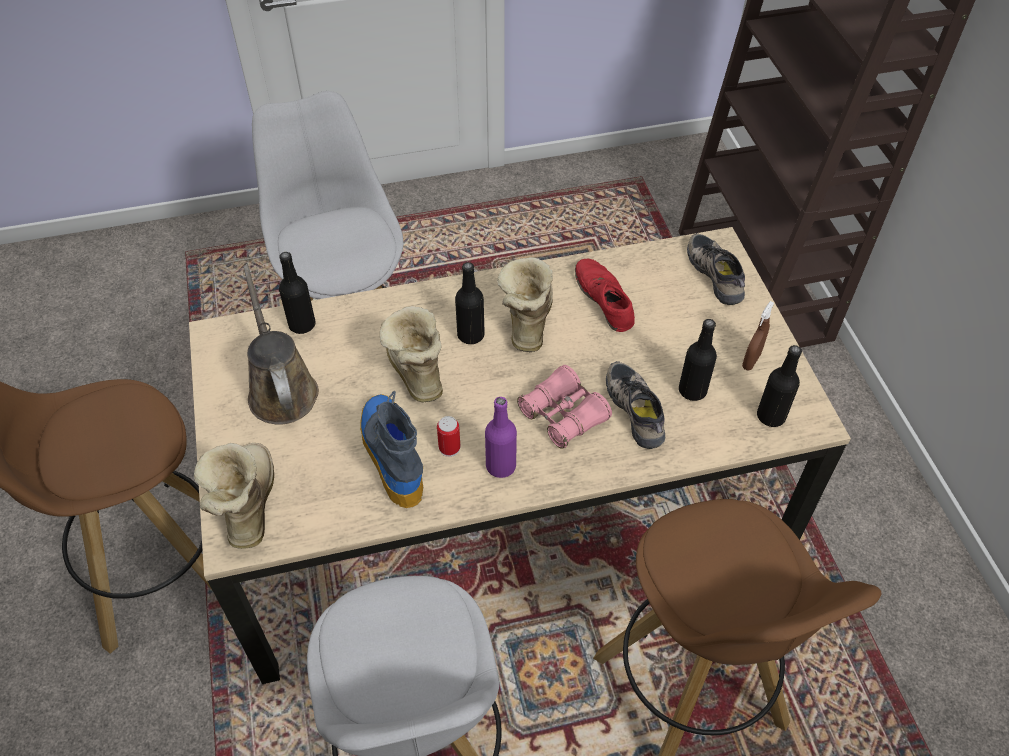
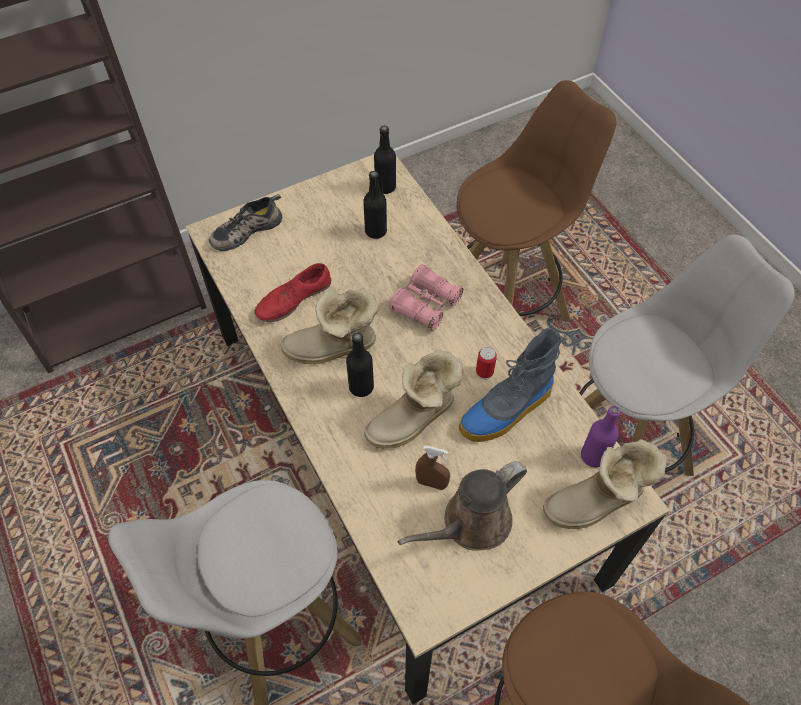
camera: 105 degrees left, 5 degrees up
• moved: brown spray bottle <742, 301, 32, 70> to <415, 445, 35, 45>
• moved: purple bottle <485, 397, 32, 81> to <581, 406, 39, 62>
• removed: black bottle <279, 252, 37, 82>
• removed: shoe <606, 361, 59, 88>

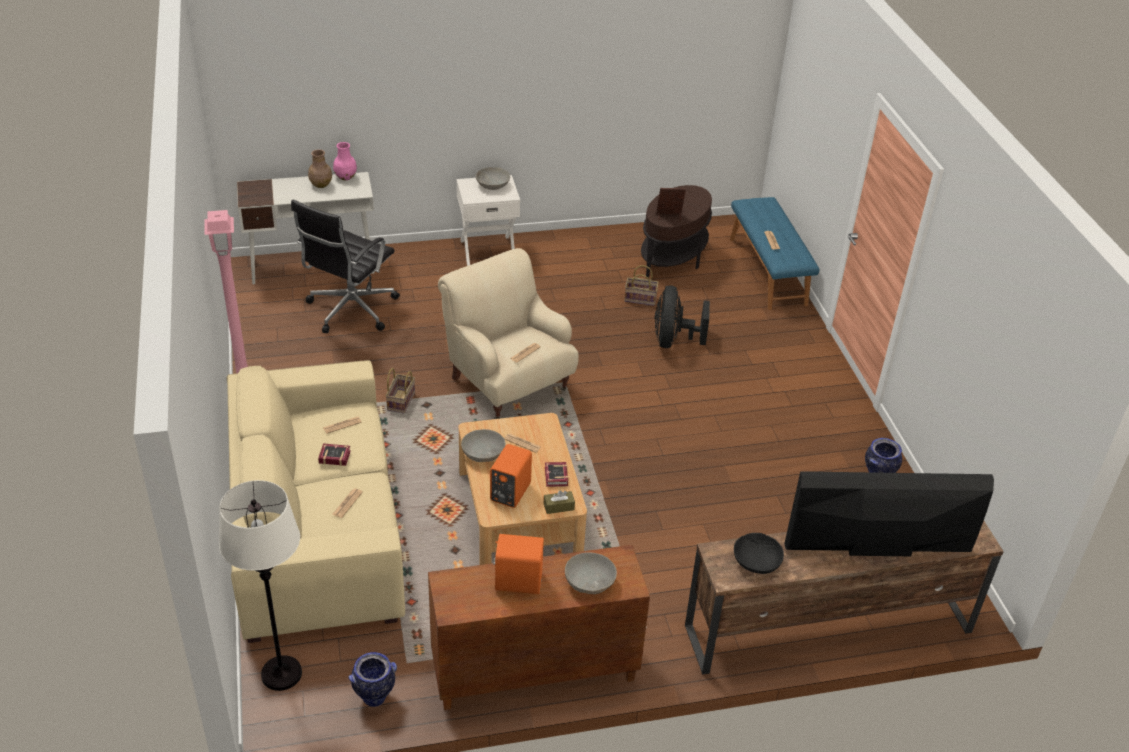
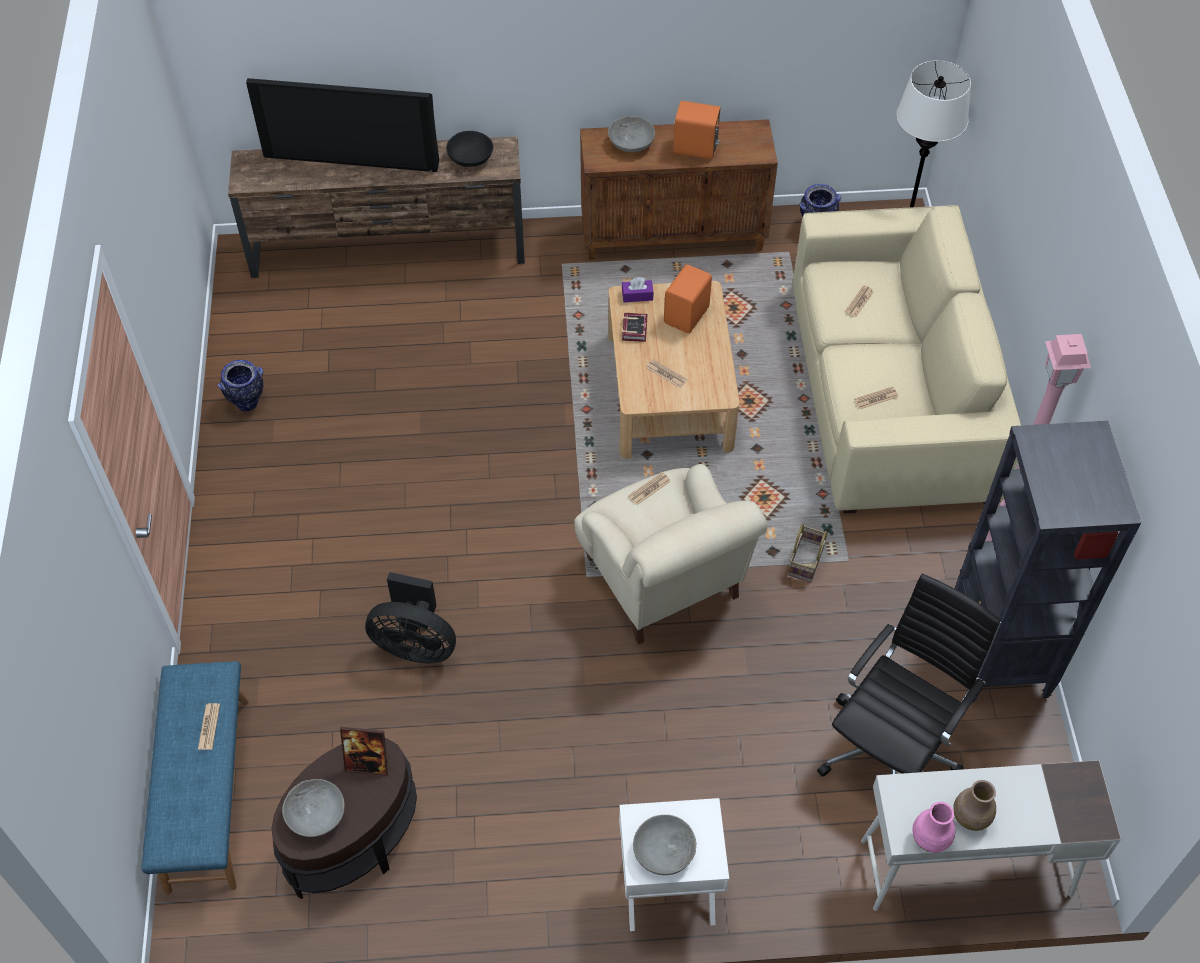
camera: 170 degrees left, 15 degrees up
• moved: grey bowl <461, 429, 45, 33> to <282, 779, 63, 58>
• turned: black fan <655, 286, 55, 62> = <365, 572, 91, 91> 90 degrees clockwise
• recoloured: brown tissue box <544, 490, 31, 24> to purple tissue box <622, 277, 32, 25>
• added: black bookcase <954, 421, 187, 282>
• removed: book <318, 443, 33, 23>
• removed: basket <624, 265, 35, 41>

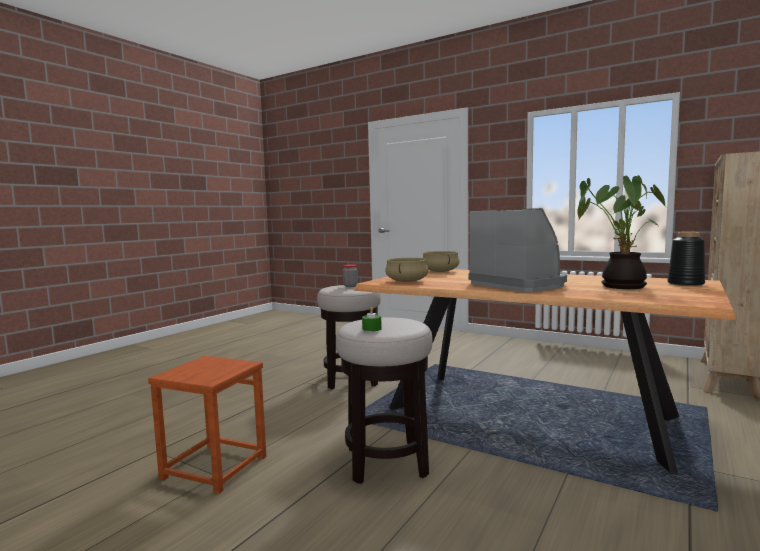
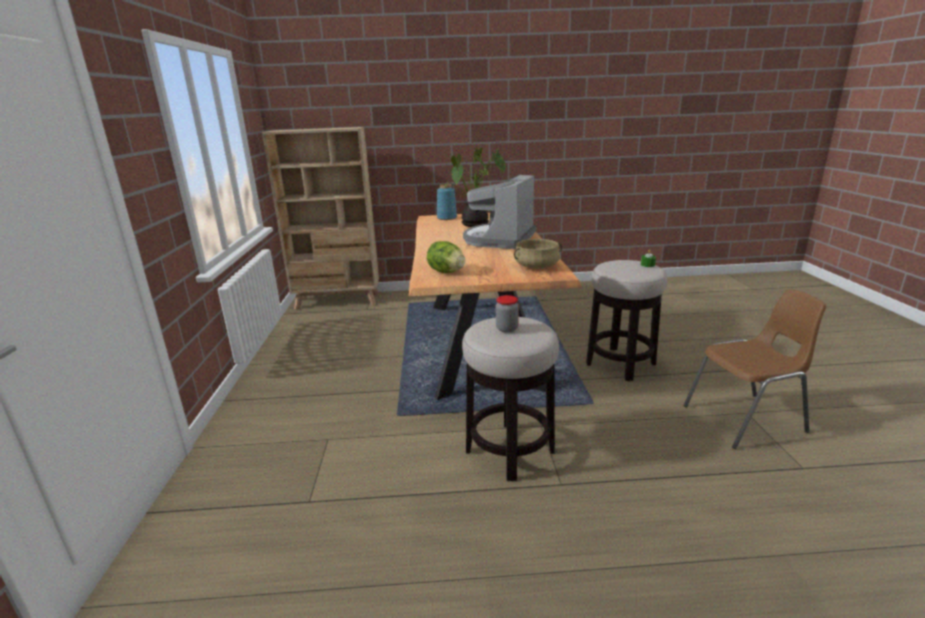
camera: 125 degrees left, 15 degrees up
• replaced: beige cooking pot <423, 251, 37, 21> to lettuce <427, 241, 38, 32>
• recoloured: black vase <667, 232, 38, 54> to blue vase <437, 184, 20, 36>
• replaced: brown stool <148, 356, 118, 138> to brown chair <683, 289, 144, 160>

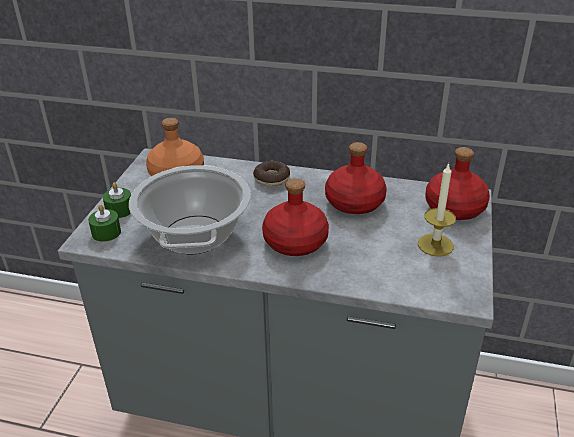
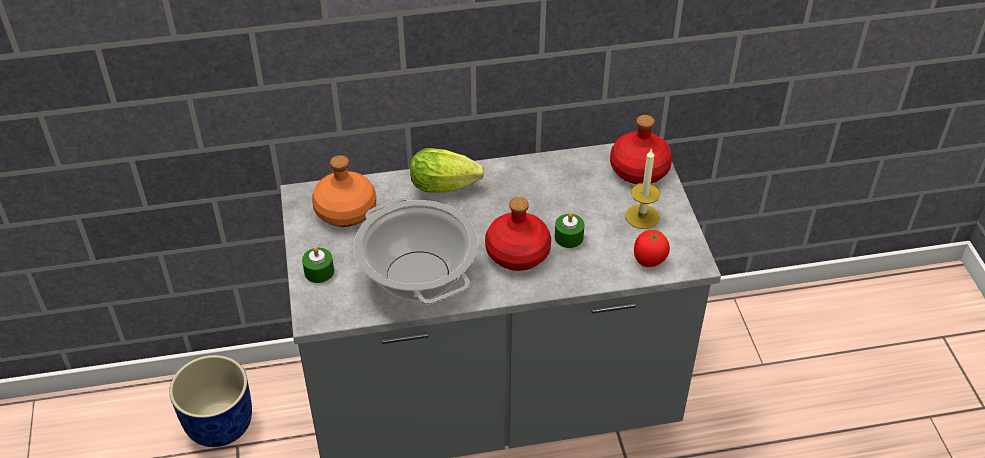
camera: 25 degrees left, 10 degrees up
• added: blue planter <169, 355, 83, 92>
• replaced: donut <253, 161, 37, 26> to lettuce <410, 148, 75, 45>
• moved: green candle <88, 204, 33, 38> to <555, 213, 29, 35>
• added: tomato <634, 230, 36, 37>
• removed: red bottle <325, 142, 62, 72>

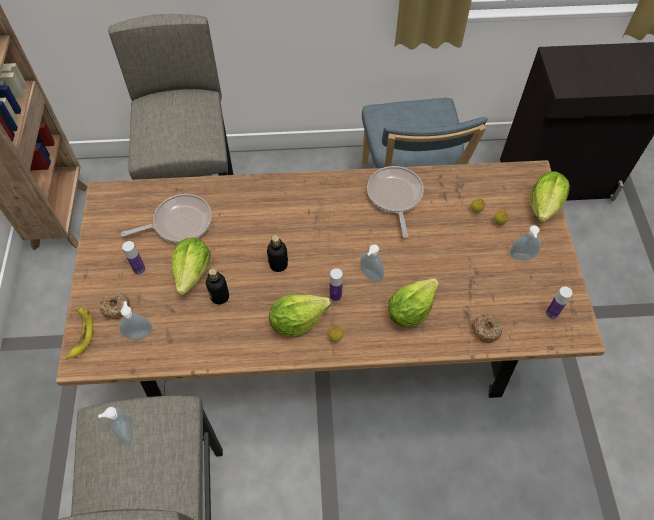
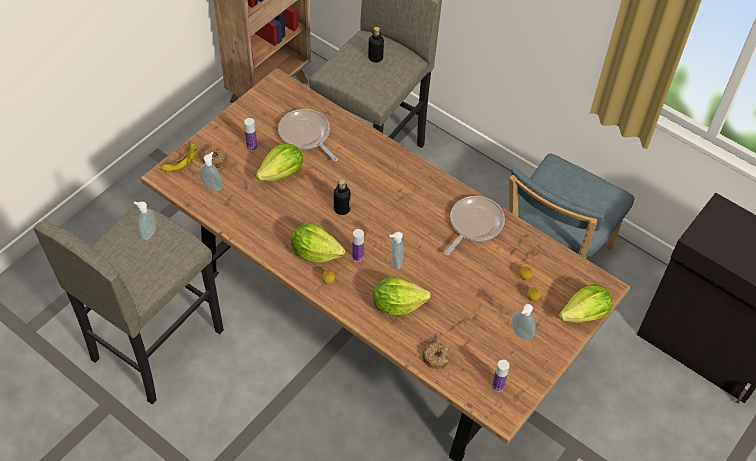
camera: 40 degrees right, 5 degrees down
• turned: frying pan <121, 194, 91, 49> = <278, 109, 60, 52> 150 degrees counterclockwise
• moved: bottle <206, 268, 23, 36> to <368, 27, 16, 36>

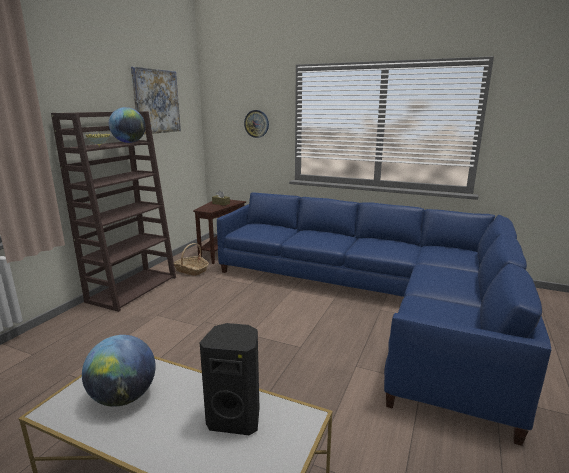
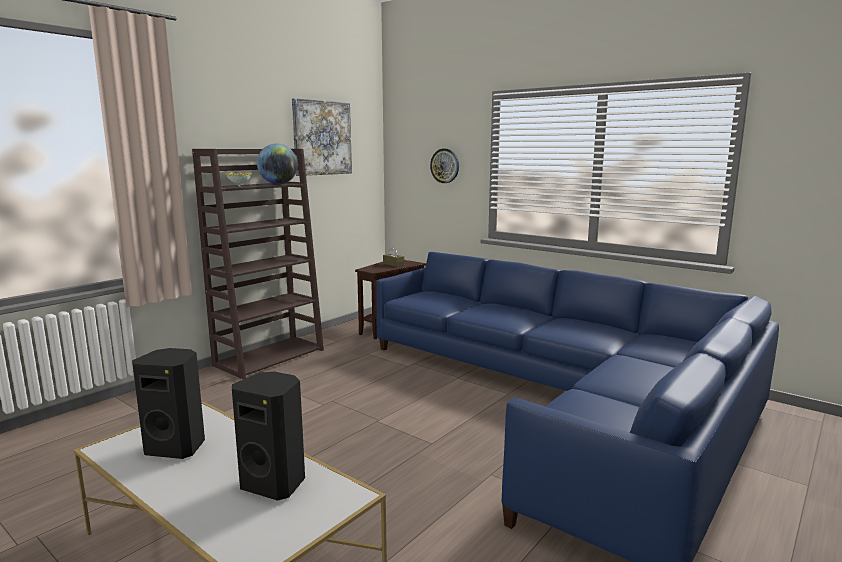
camera: 15 degrees right, 5 degrees down
• replaced: globe <82, 335, 74, 72> to black speaker <132, 348, 73, 111>
• removed: basket <174, 243, 35, 33>

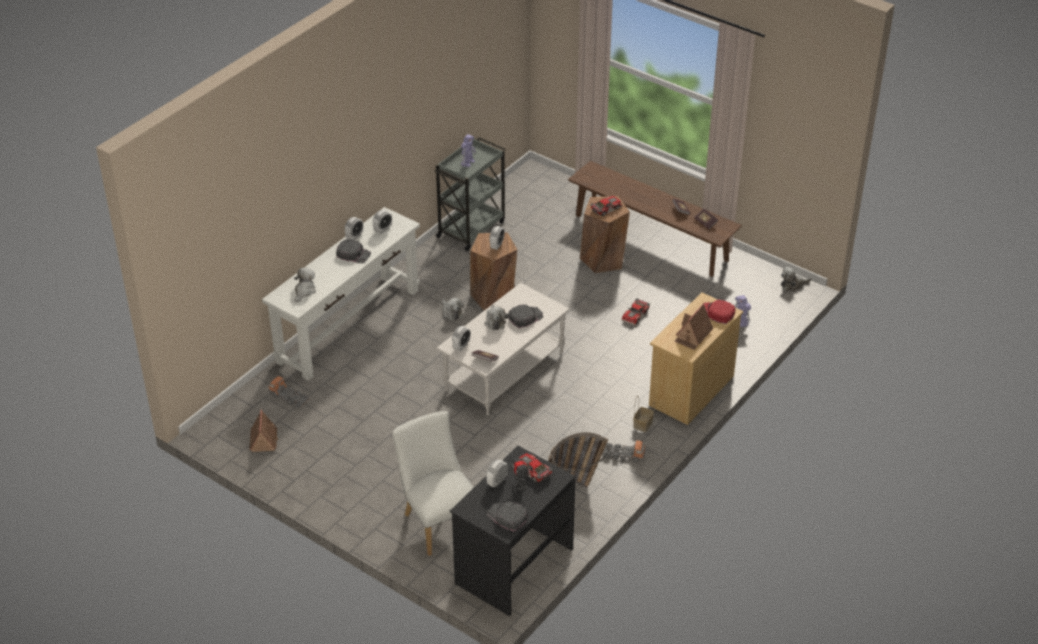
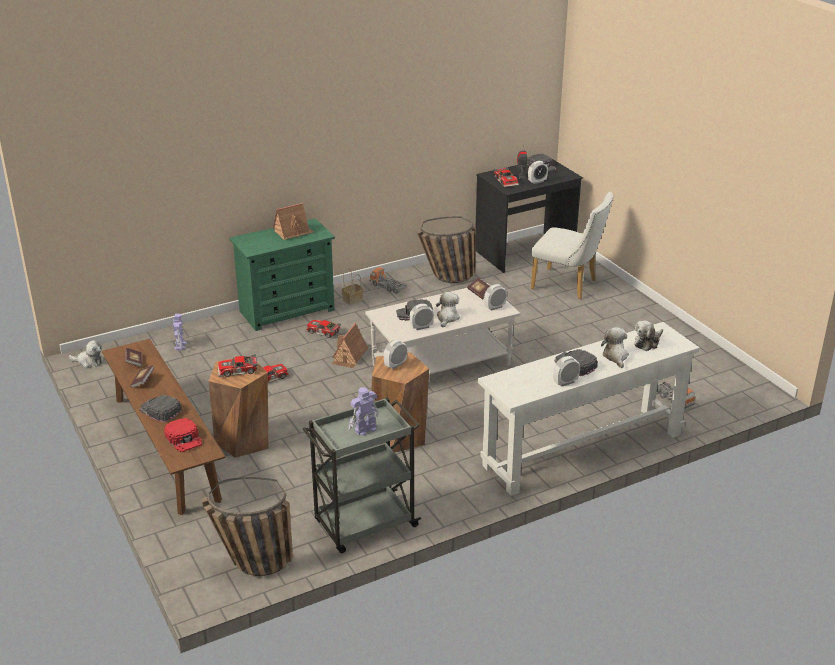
camera: 155 degrees left, 10 degrees down
• added: black cap <140, 395, 42, 27>
• moved: red cap <704, 300, 31, 24> to <164, 418, 38, 34>
• added: basket <202, 477, 91, 99>
• recoloured: beige dresser <649, 292, 94, 133> to green dresser <229, 218, 106, 113>
• added: toy car <305, 320, 36, 18>
• moved: toy house <249, 410, 29, 42> to <332, 323, 36, 45>
• moved: alarm clock <373, 210, 19, 24> to <410, 304, 24, 26>
• turned: white chair <392, 411, 82, 145> = <531, 192, 82, 107> 60 degrees counterclockwise
• moved: plush toy <442, 298, 22, 23> to <601, 327, 28, 41>

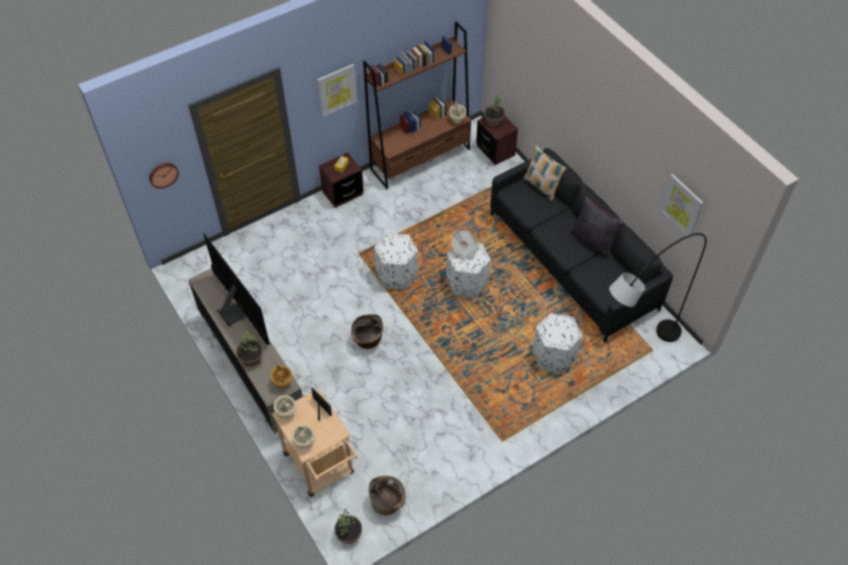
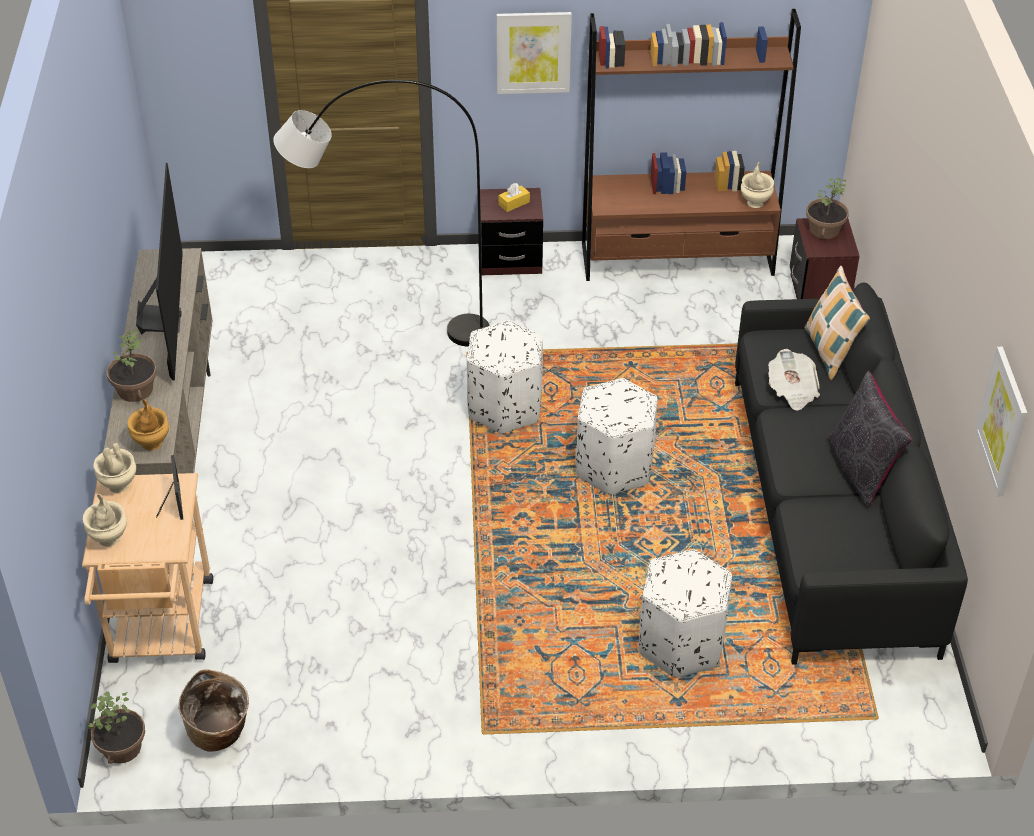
camera: 30 degrees right, 10 degrees down
• moved: grey floor lamp <609, 233, 98, 109> to <273, 80, 216, 266>
• moved: newspaper <451, 230, 28, 30> to <768, 349, 52, 62>
• removed: wall clock <149, 163, 30, 25>
• removed: basket <351, 314, 32, 35>

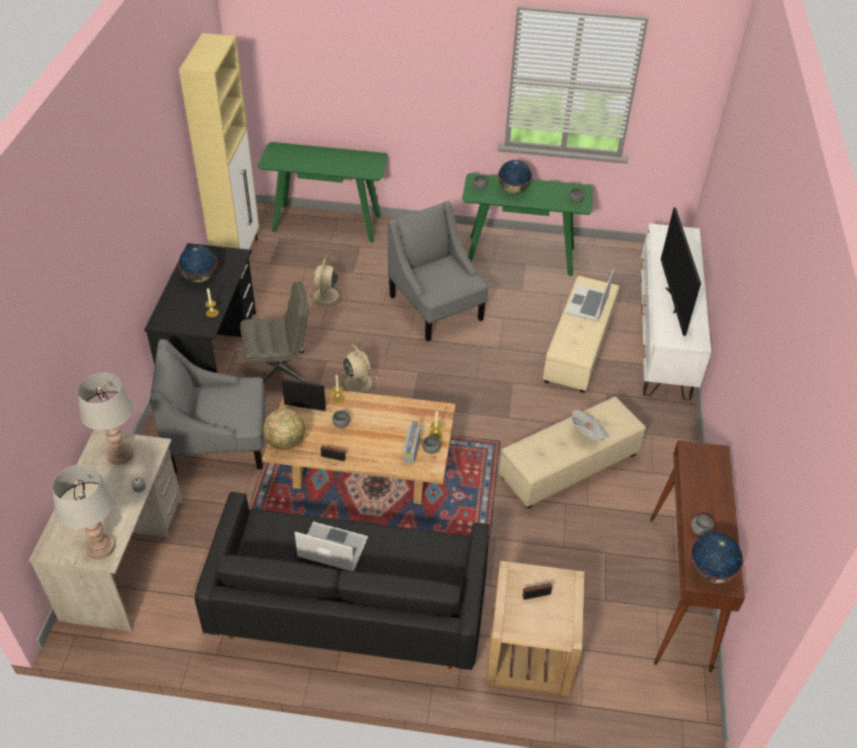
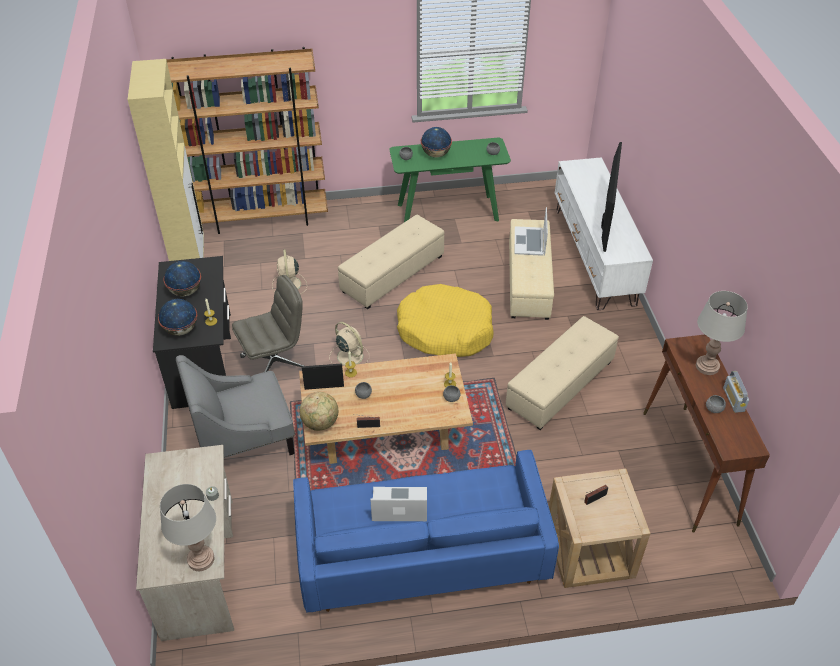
camera: 15 degrees left, 0 degrees up
• moved: globe <690, 532, 53, 51> to <158, 299, 39, 37>
• replaced: green console table <258, 142, 130, 101> to brown bookcase <166, 47, 162, 187>
• recoloured: black sofa <194, 492, 295, 179> to blue sofa <293, 450, 266, 163>
• replaced: grey armchair <388, 201, 100, 141> to beige ottoman <338, 215, 107, 94>
• added: yellow dog bed <397, 284, 96, 73>
• turned: television <661, 208, 40, 128> = <601, 142, 21, 110> 150 degrees counterclockwise
• moved: grey table lamp <78, 373, 56, 92> to <696, 291, 52, 84>
• moved: radio <403, 421, 17, 42> to <723, 371, 26, 42>
• removed: newspaper <570, 410, 41, 32>

